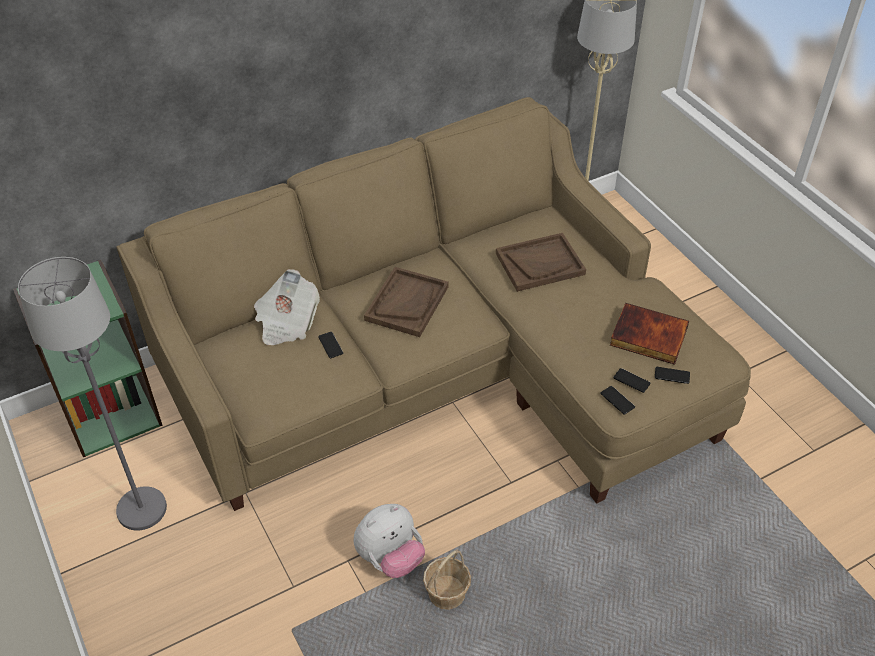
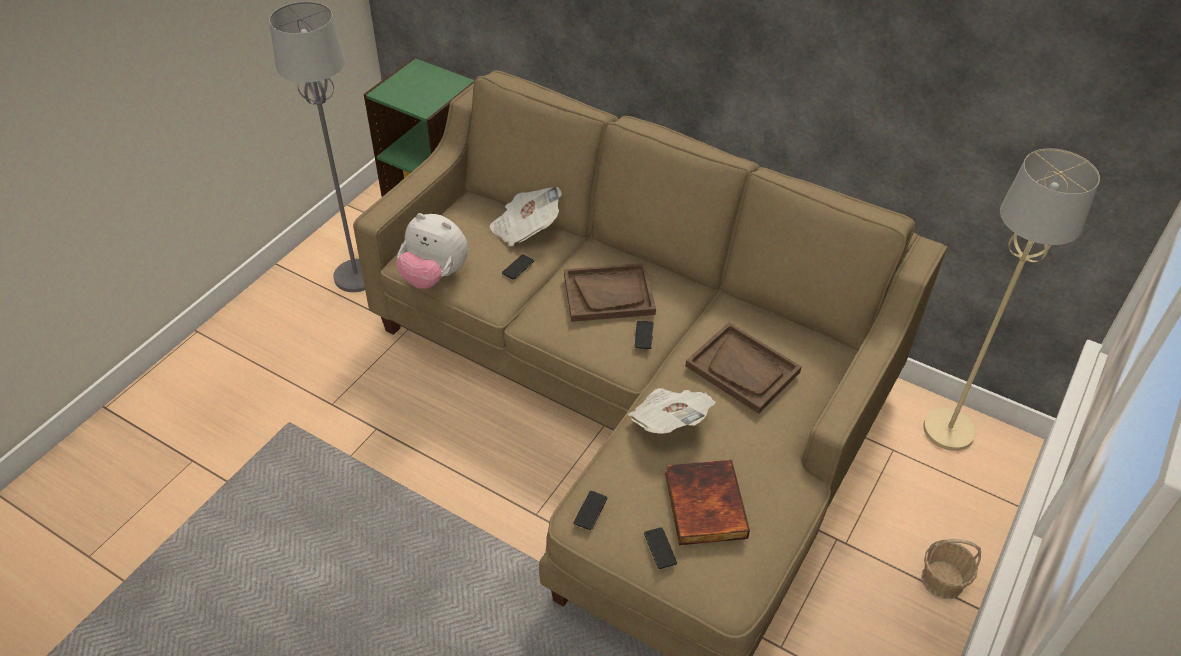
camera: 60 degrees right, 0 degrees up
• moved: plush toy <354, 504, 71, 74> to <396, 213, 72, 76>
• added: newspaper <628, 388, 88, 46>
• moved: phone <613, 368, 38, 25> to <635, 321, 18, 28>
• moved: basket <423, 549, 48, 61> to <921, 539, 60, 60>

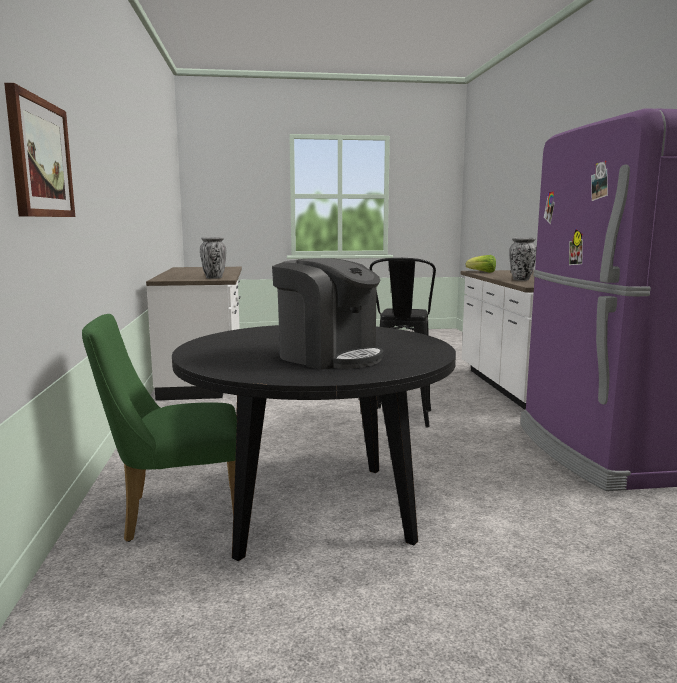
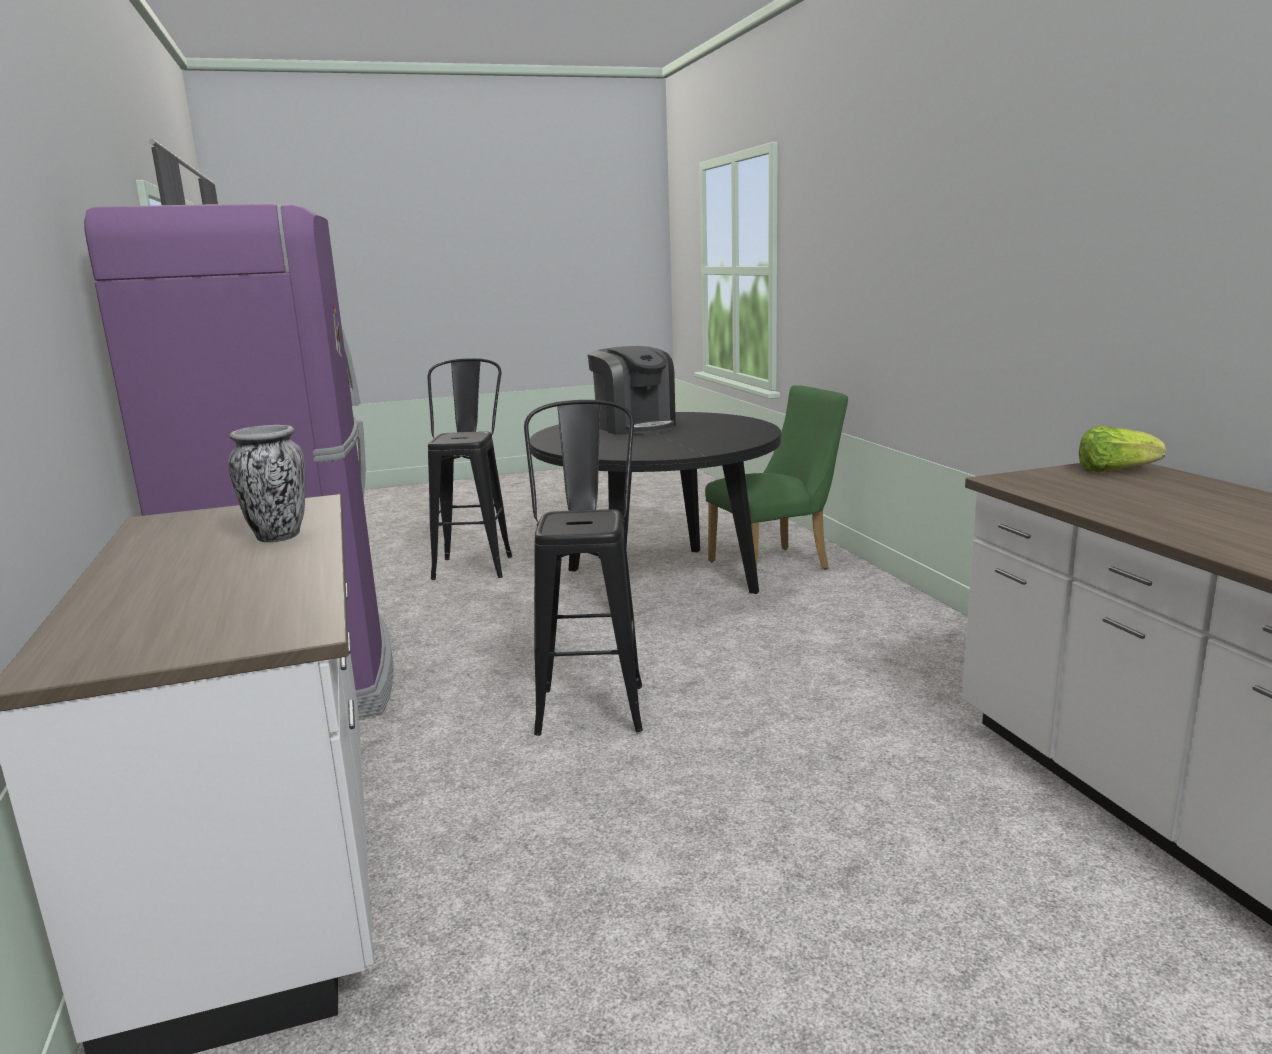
camera: 170 degrees right, 5 degrees up
• added: black stool <428, 358, 84, 222>
• turned: coffee machine <272, 258, 111, 112> = <588, 346, 88, 89> 150 degrees counterclockwise
• moved: lettuce <465, 255, 31, 18> to <1079, 426, 87, 46>
• removed: picture <4, 83, 71, 134>
• removed: vase <200, 237, 26, 42>

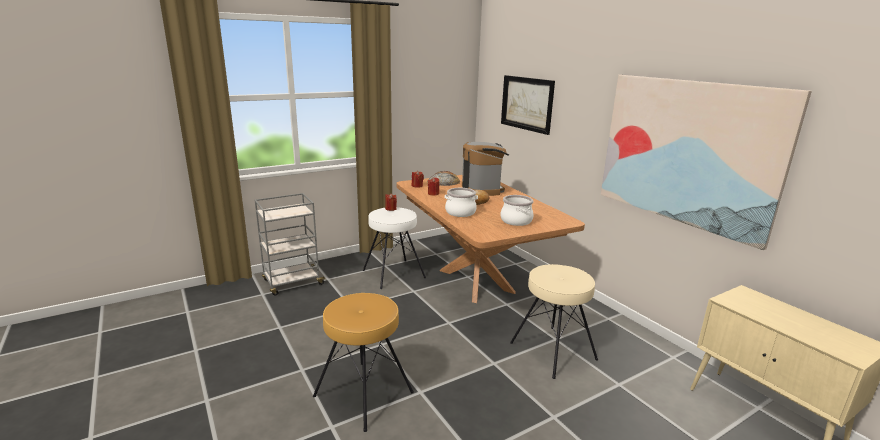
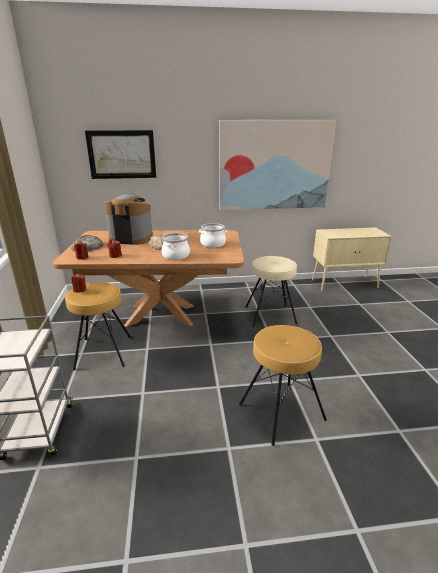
camera: 65 degrees left, 5 degrees up
• recoloured: white stool <363, 207, 63, 82> to brown stool <65, 282, 66, 88>

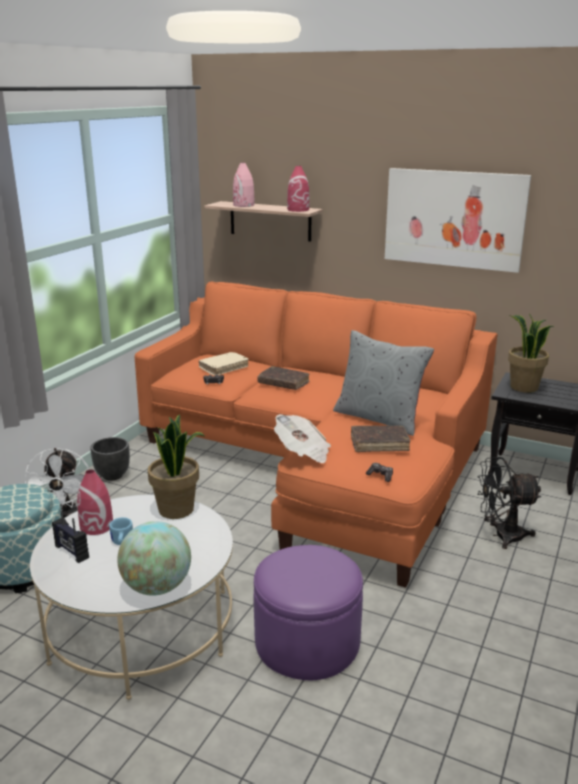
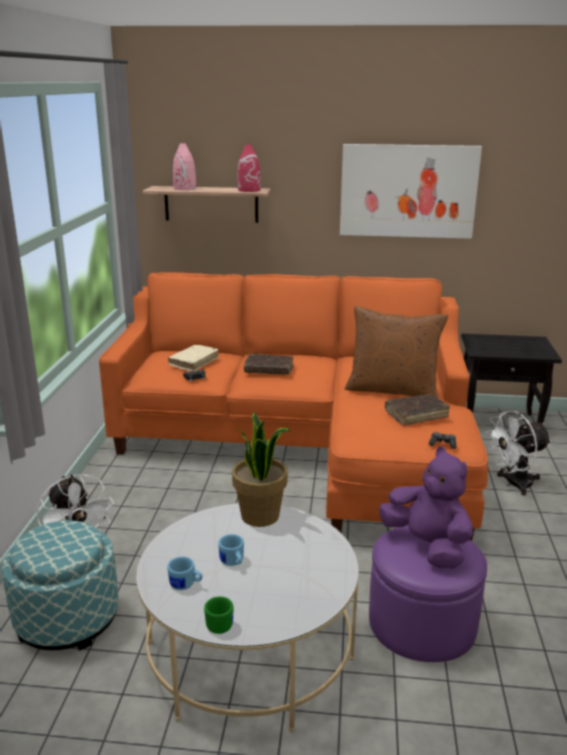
camera: 20 degrees left, 0 degrees up
• replaced: radio <52, 510, 37, 53> to blue mug <167, 557, 36, 33>
• added: green mug <204, 596, 30, 38>
• recoloured: grey pillow <333, 330, 101, 106> to brown pillow <345, 306, 103, 92>
• added: purple plush toy <379, 446, 94, 123>
• recoloured: black fan <477, 457, 65, 92> to white fan <485, 411, 66, 85>
• removed: red vase <77, 470, 36, 65>
• removed: black planter <90, 437, 40, 44>
• removed: globe <117, 521, 74, 75>
• removed: newspaper <274, 414, 57, 49>
• removed: potted plant <508, 314, 46, 79>

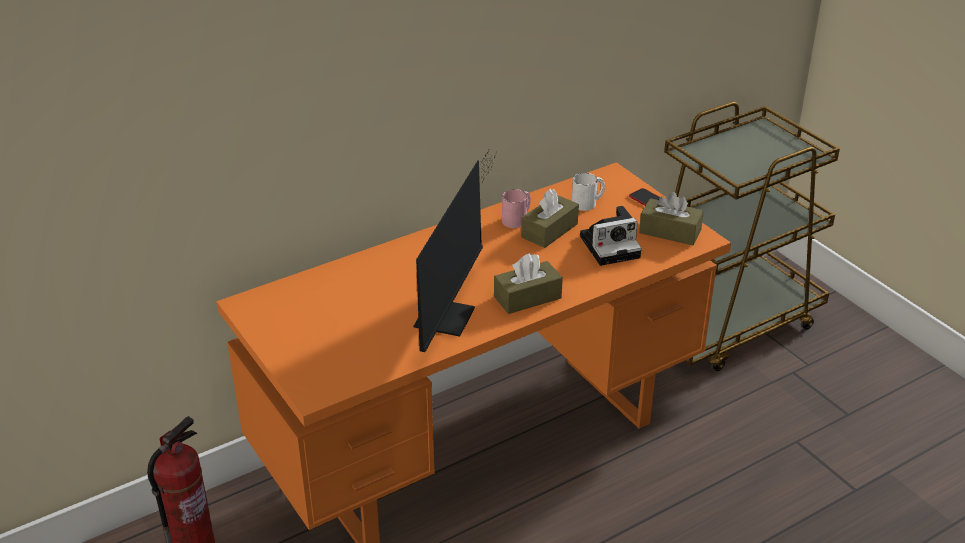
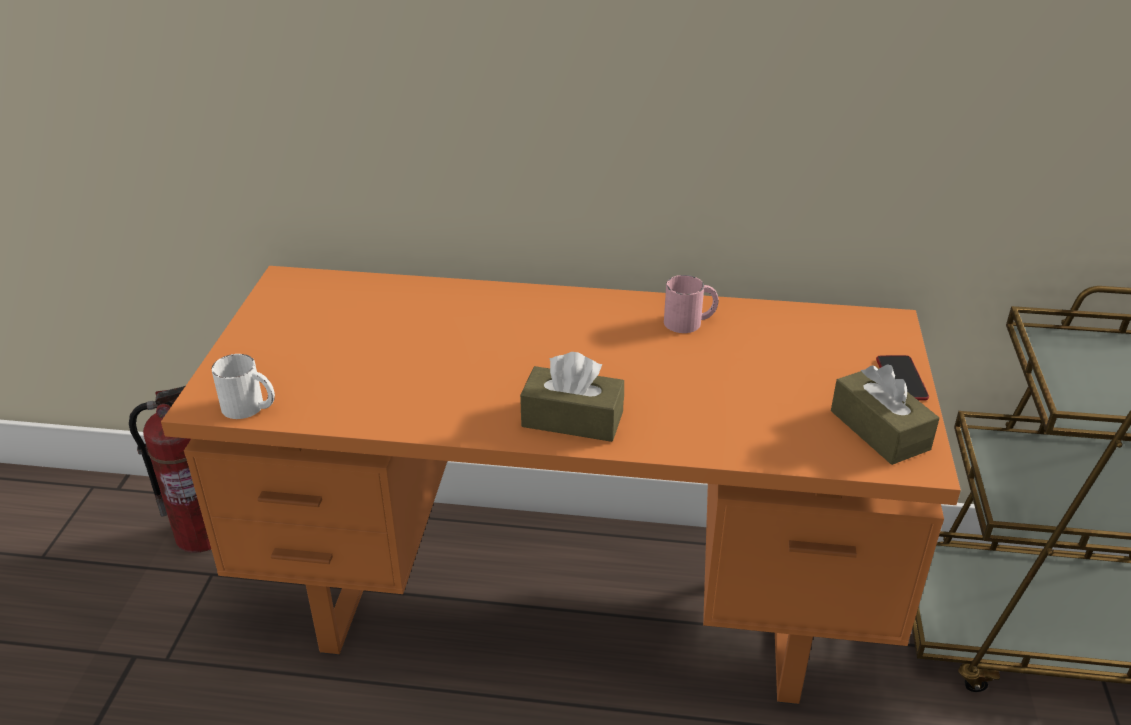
camera: 40 degrees right, 0 degrees up
• moved: white mug <572, 173, 33, 38> to <211, 354, 64, 65>
• removed: monitor <414, 150, 80, 202>
• removed: brown tissue box <521, 189, 58, 59>
• removed: photo camera <580, 206, 62, 60>

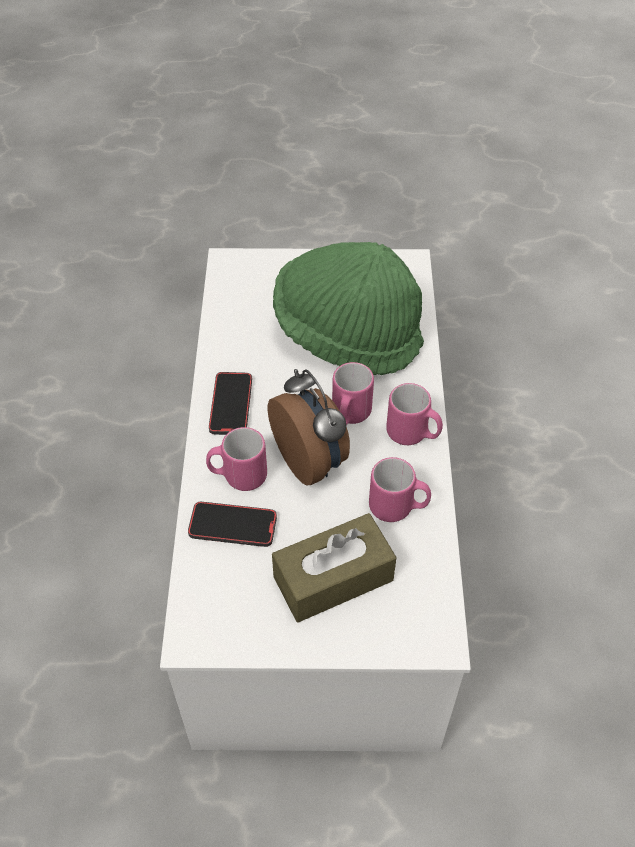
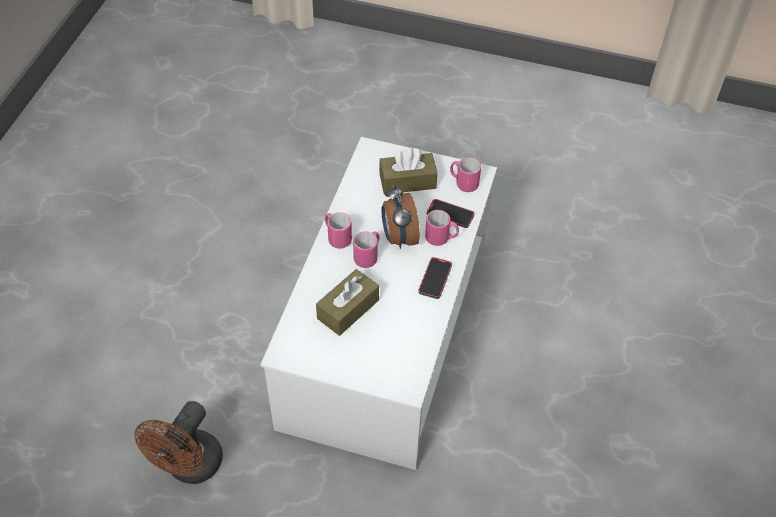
camera: 165 degrees left, 0 degrees up
• added: brown fan <134, 401, 89, 83>
• replaced: green hat <273, 242, 151, 133> to brown tissue box <316, 269, 63, 67>
• moved: pink mug <369, 457, 62, 65> to <450, 157, 31, 35>

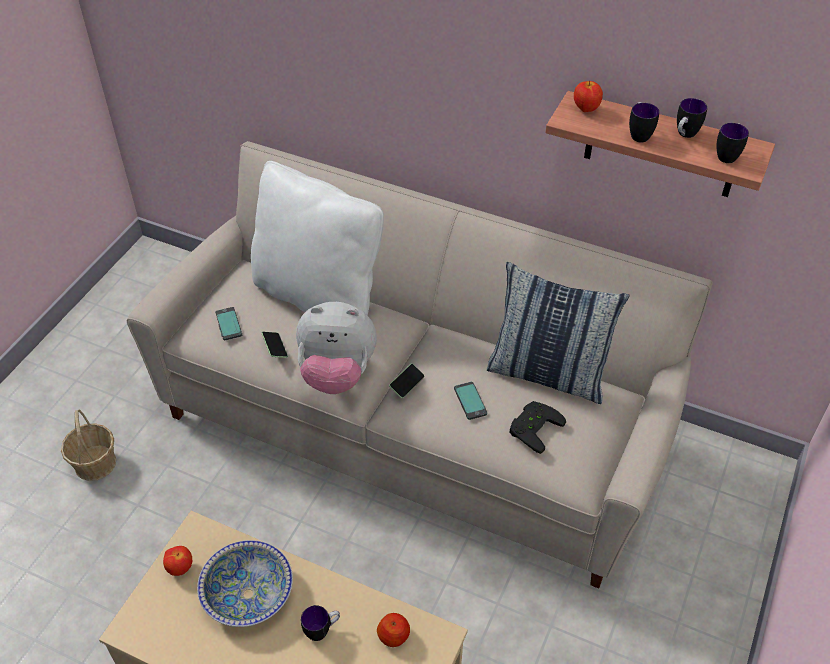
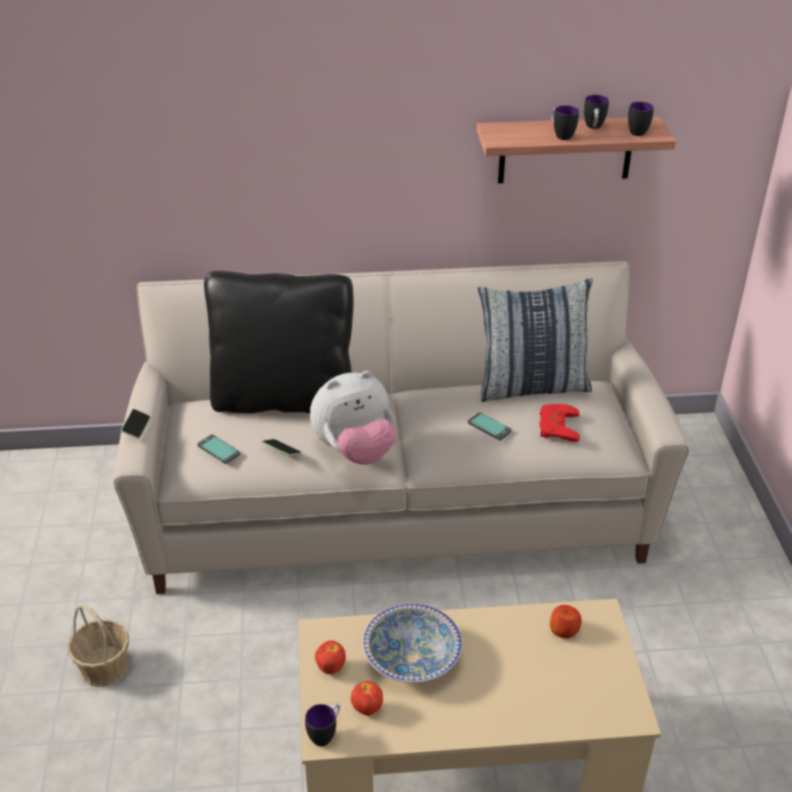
camera: 30 degrees left, 10 degrees down
• moved: phone <389, 364, 35, 34> to <121, 409, 29, 30>
• recoloured: white pillow <251, 161, 133, 155> to black pillow <204, 271, 149, 143>
• moved: mug <301, 605, 39, 36> to <305, 703, 35, 43>
• moved: apple <574, 81, 29, 31> to <351, 681, 32, 35>
• recoloured: black game controller <509, 401, 57, 53> to red game controller <539, 404, 41, 38>

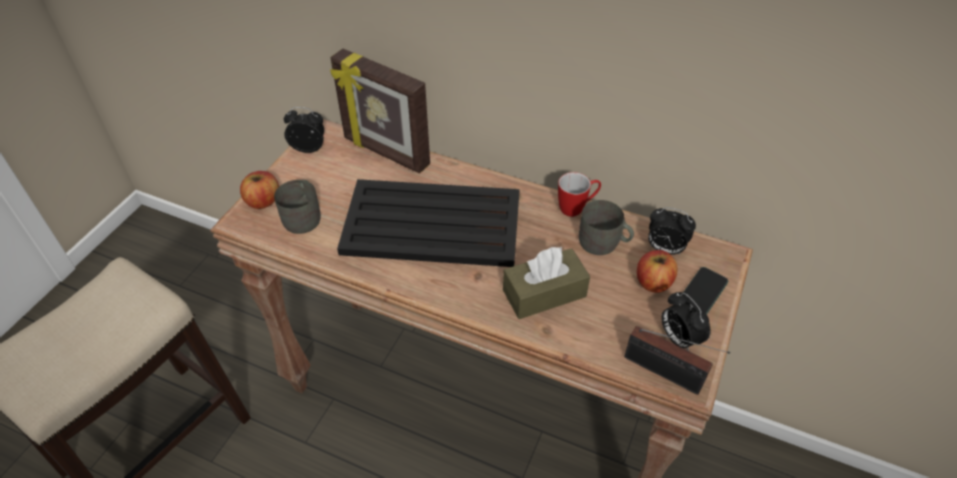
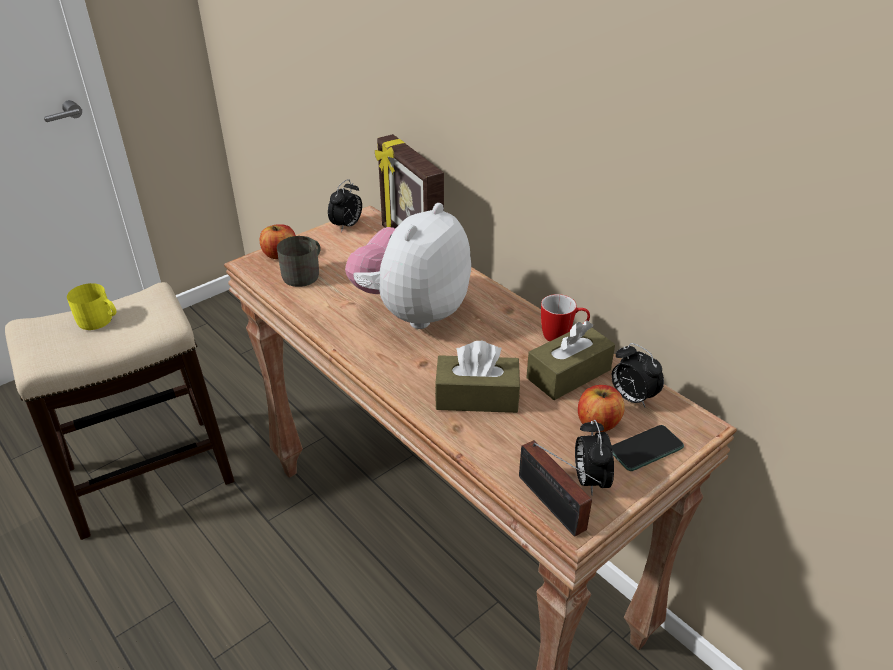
camera: 25 degrees right, 10 degrees down
• added: yellow mug <67, 283, 49, 47>
• turned: alarm clock <284, 107, 40, 46> = <328, 179, 34, 53> 90 degrees clockwise
• replaced: black tray <337, 179, 183, 88> to plush toy <345, 203, 126, 126>
• replaced: grey mug <579, 200, 55, 55> to brown tissue box <526, 320, 89, 80>

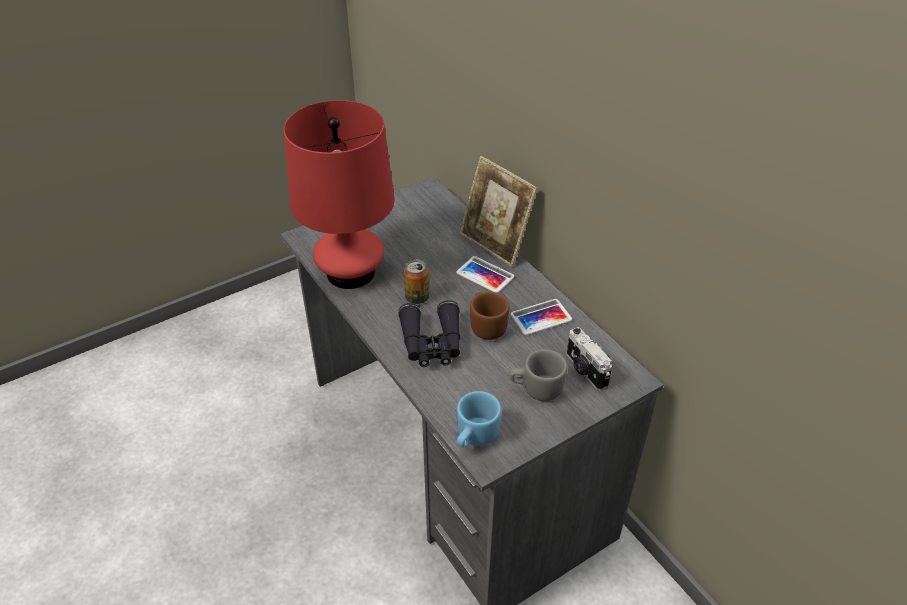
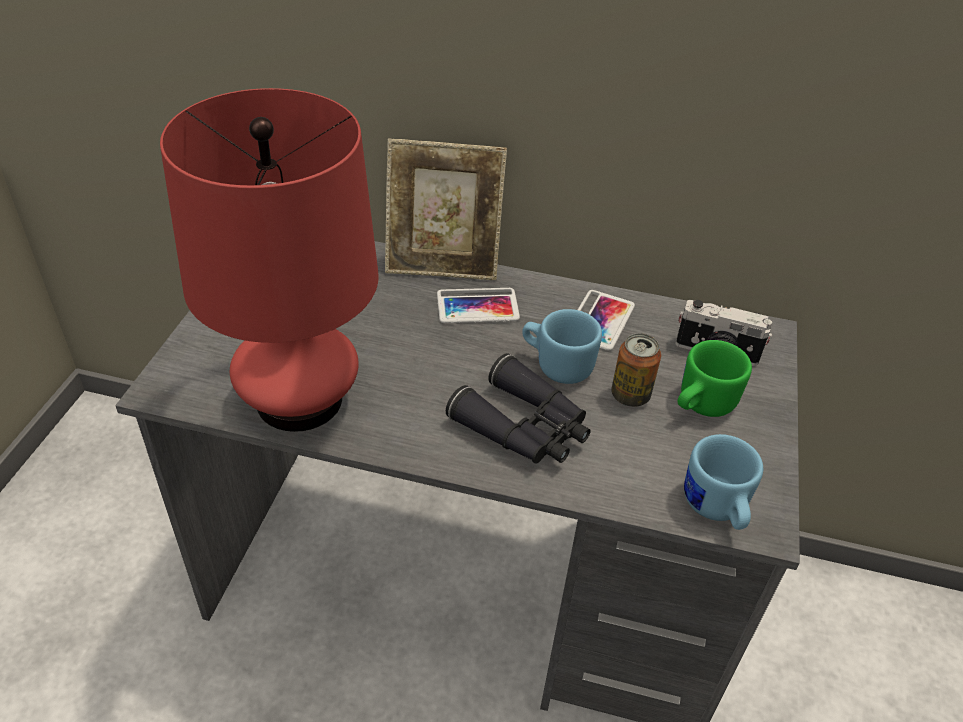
camera: 45 degrees left, 0 degrees up
• recoloured: brown mug <470, 292, 40, 48> to blue mug <522, 309, 80, 75>
• moved: can <404, 260, 25, 44> to <611, 333, 50, 74>
• recoloured: grey mug <509, 349, 58, 52> to green mug <678, 340, 74, 77>

